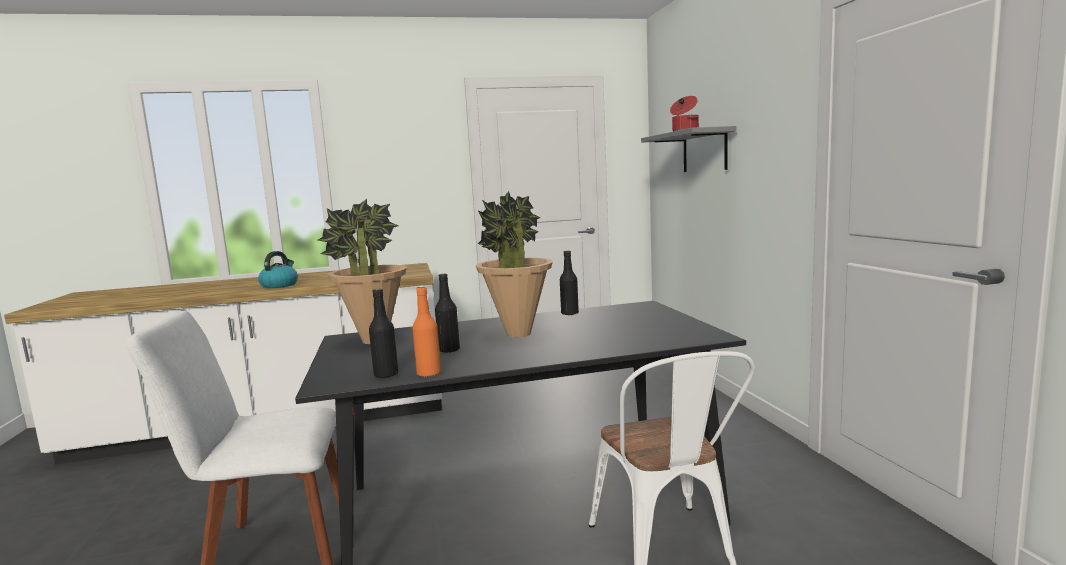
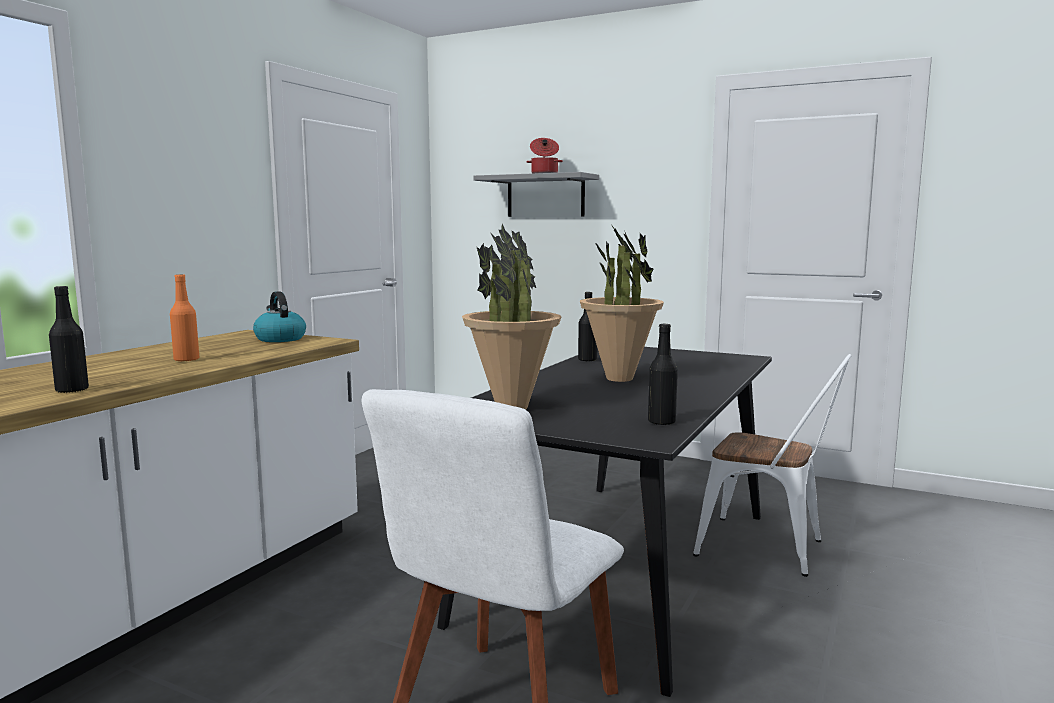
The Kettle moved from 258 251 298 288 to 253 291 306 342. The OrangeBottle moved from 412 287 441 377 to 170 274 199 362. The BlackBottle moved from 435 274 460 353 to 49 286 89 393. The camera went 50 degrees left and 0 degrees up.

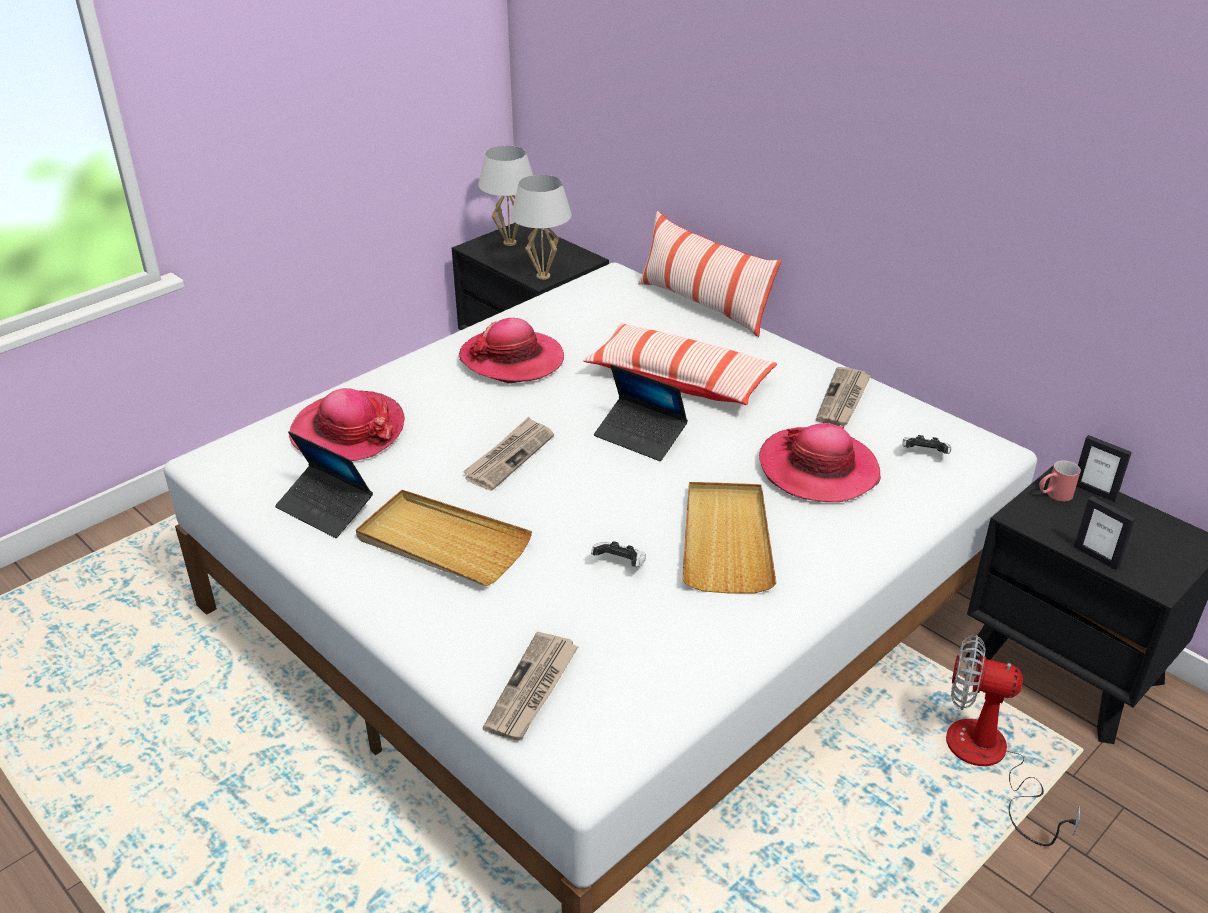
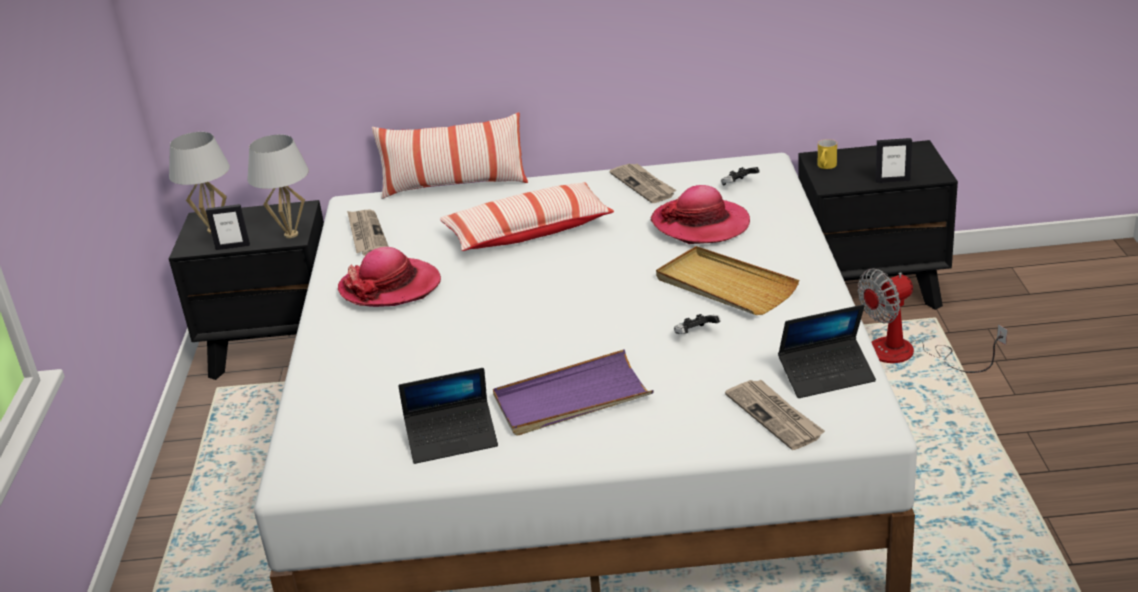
The Hat at 289 388 405 461 disappeared. The Newspaper moved from 463 417 554 491 to 347 210 389 256. The Laptop moved from 594 364 688 461 to 778 305 876 398. The PictureFrame moved from 1076 435 1132 502 to 206 204 250 250. The BeigeTray at 356 490 532 586 became the PurpleTray at 493 349 654 436. The RedMug at 1039 460 1081 502 became the YellowMug at 818 139 837 169. The camera went 45 degrees left and 5 degrees down.

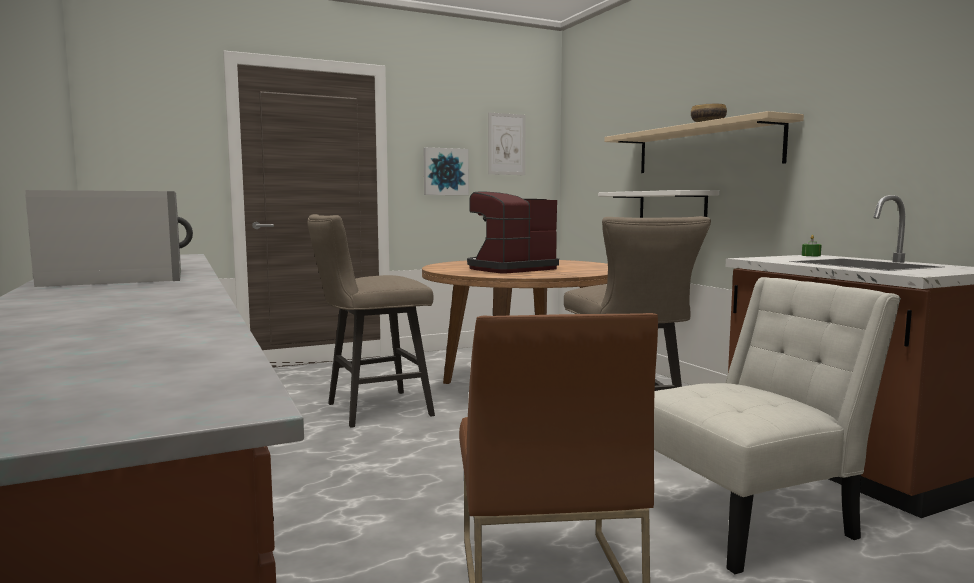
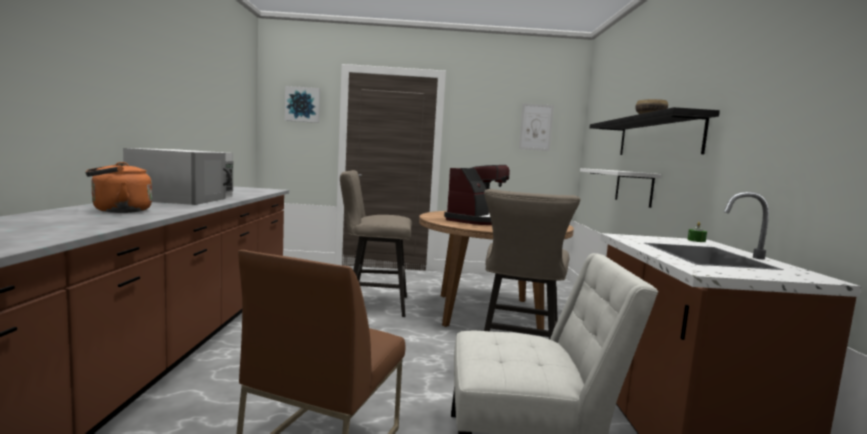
The OrangeKettle at 86 162 152 213 appeared. The Picture moved from 424 147 469 195 to 285 86 320 123. The BeigeShelf at 604 111 804 173 became the BlackShelf at 590 107 720 155. The CoffeeMachine at 467 191 559 273 turned 135 degrees clockwise. The camera went 25 degrees right and 0 degrees up.

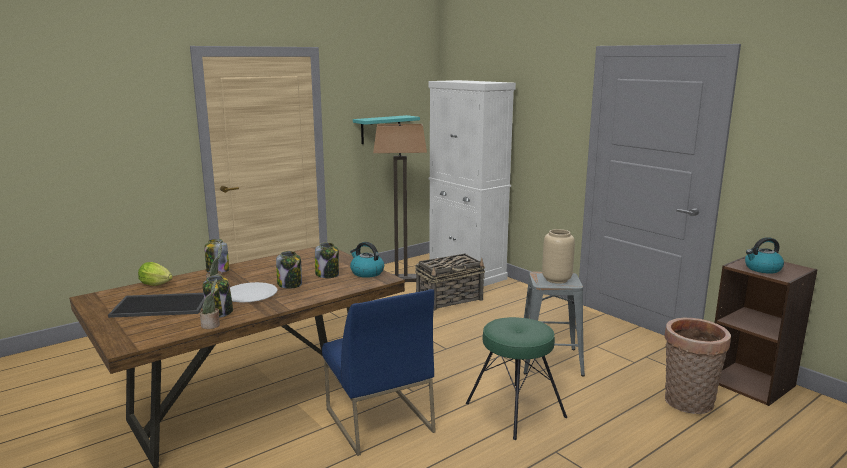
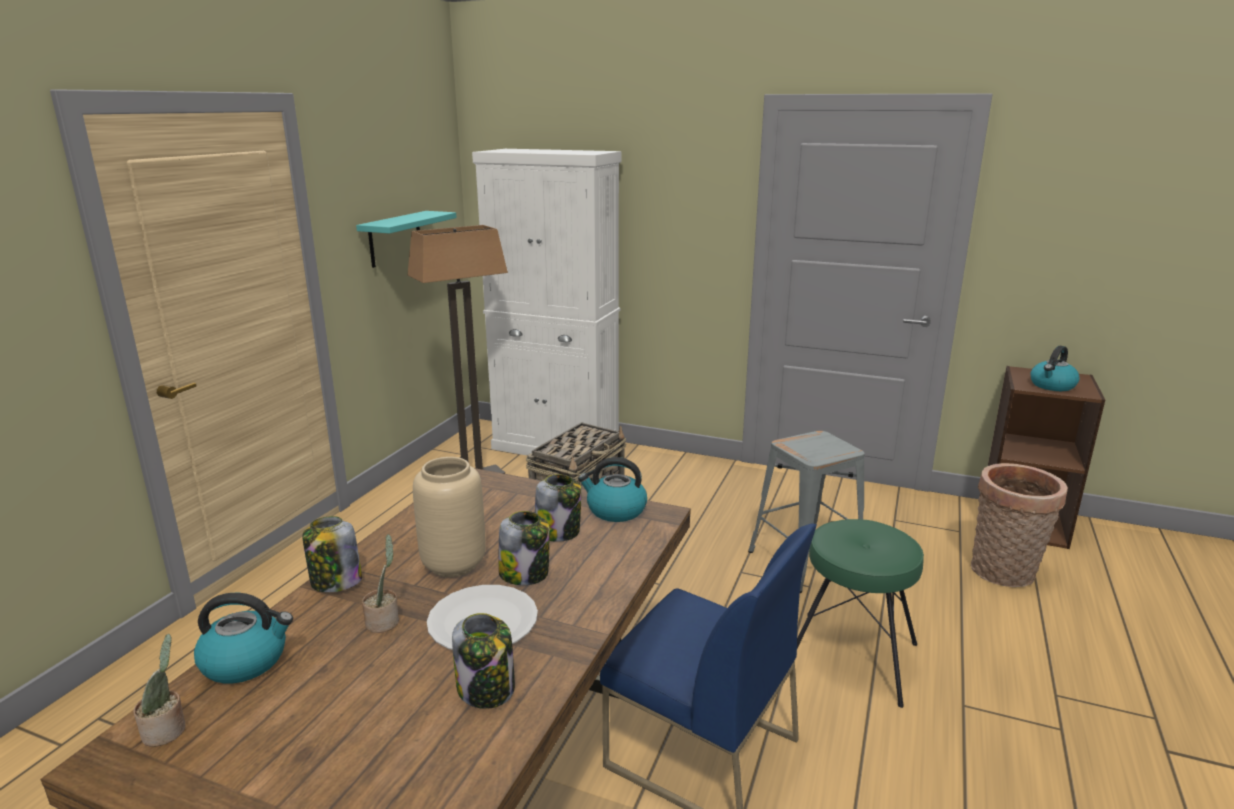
The Tray at 108 293 205 318 disappeared. The PottedPlant moved from 200 279 220 329 to 134 634 186 747. The BeigeVase moved from 542 229 575 284 to 413 457 486 577. The Lettuce at 138 262 173 286 was replaced by the Kettle at 194 593 293 683. The camera went 30 degrees left and 5 degrees up.

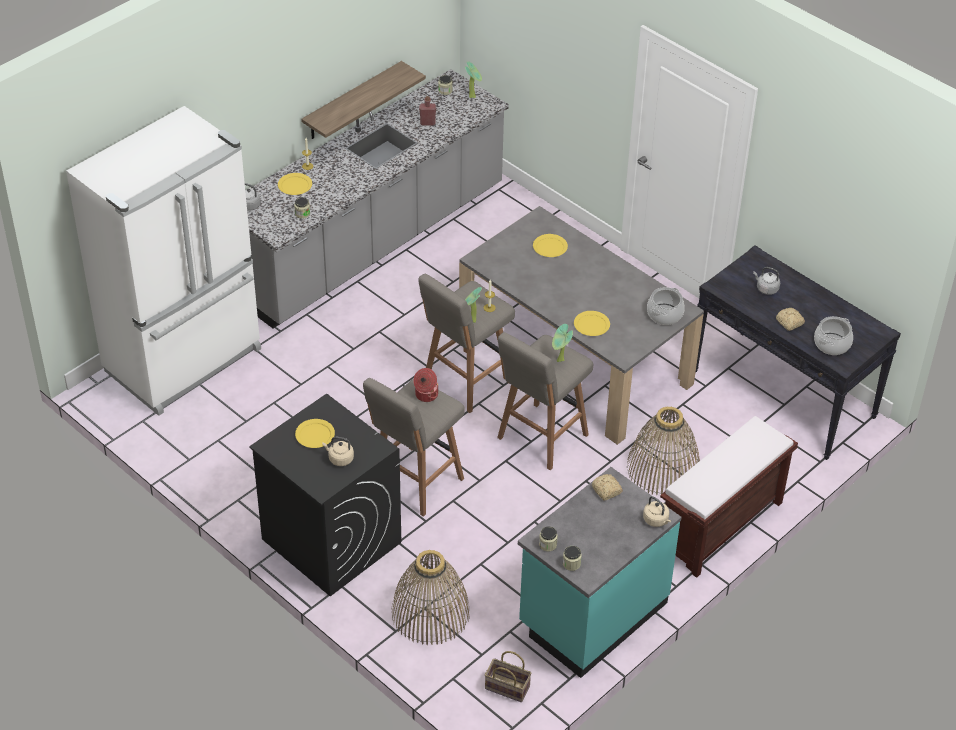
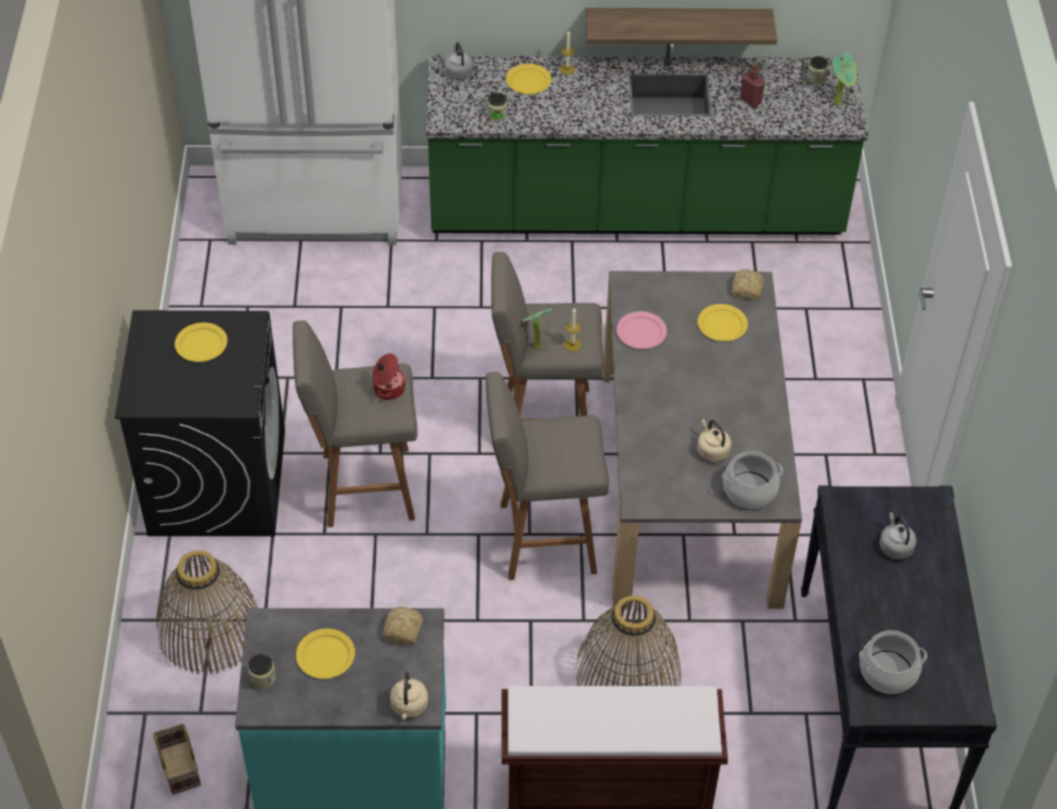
The Jar at 539 526 558 551 disappeared. The PottedPlant at 552 324 573 362 disappeared. The PinkPlate at 616 311 667 349 appeared. The BeigeKettle moved from 322 436 354 466 to 697 419 731 462. The YellowPlate moved from 574 311 610 336 to 296 629 355 679. The Bread moved from 776 308 805 331 to 732 269 764 300. The GreyCounter at 247 69 509 329 became the GreenCounter at 426 44 868 235. The camera went 45 degrees right and 5 degrees up.

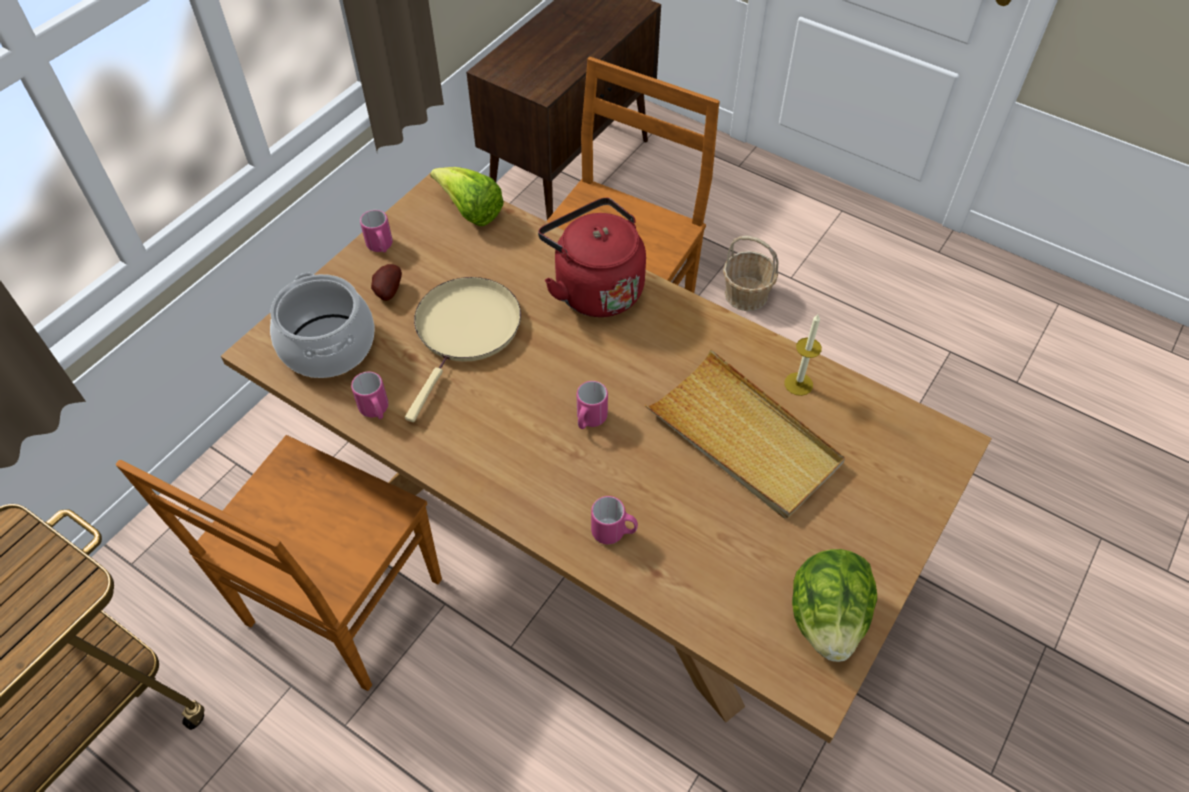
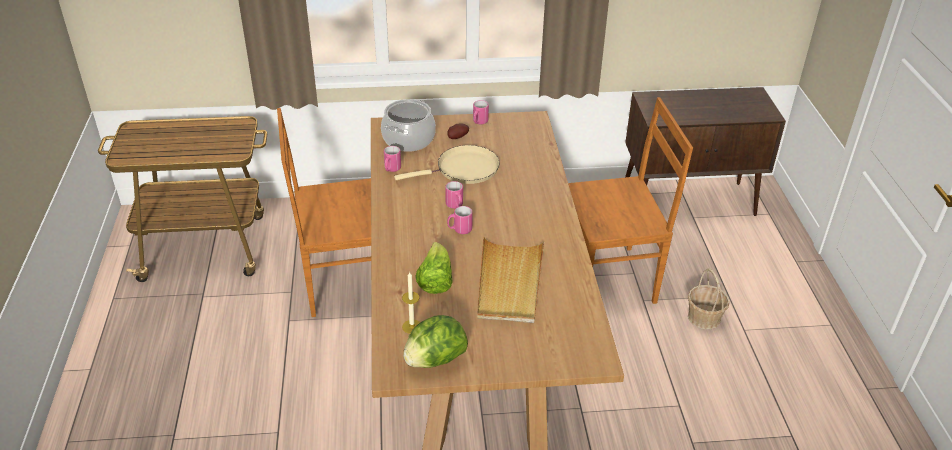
The RedKettle at 538 198 646 317 disappeared. The Lettuce moved from 430 167 504 226 to 415 242 453 294. The PinkMug moved from 591 496 638 544 to 445 181 463 209. The Candle moved from 784 314 822 396 to 402 271 420 334. The camera went 50 degrees right and 15 degrees down.

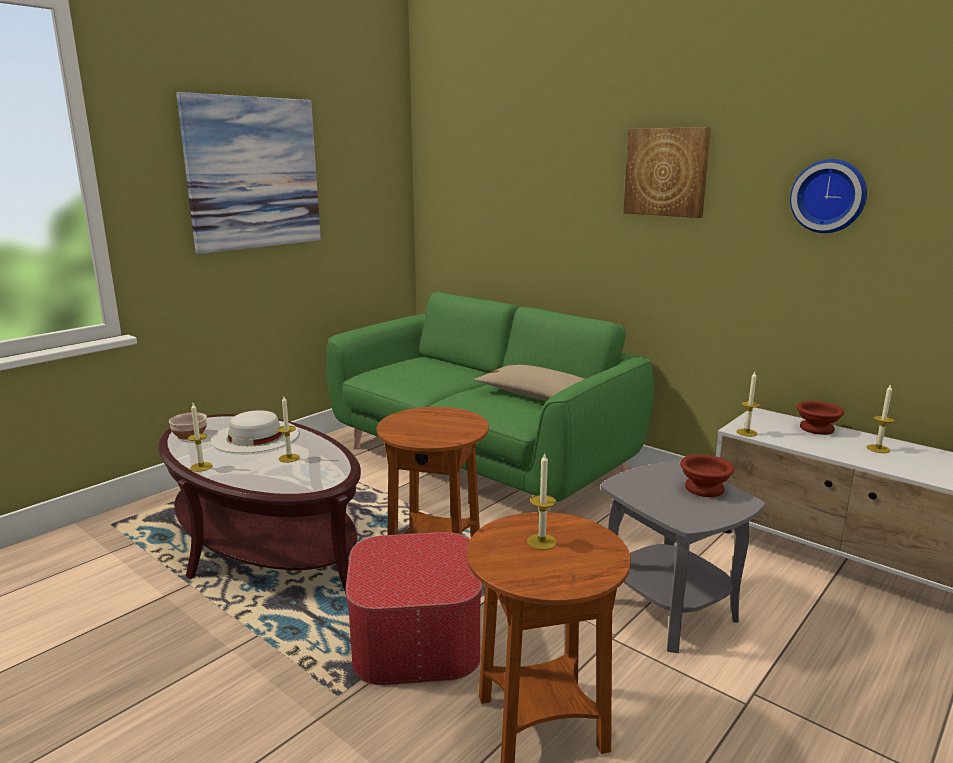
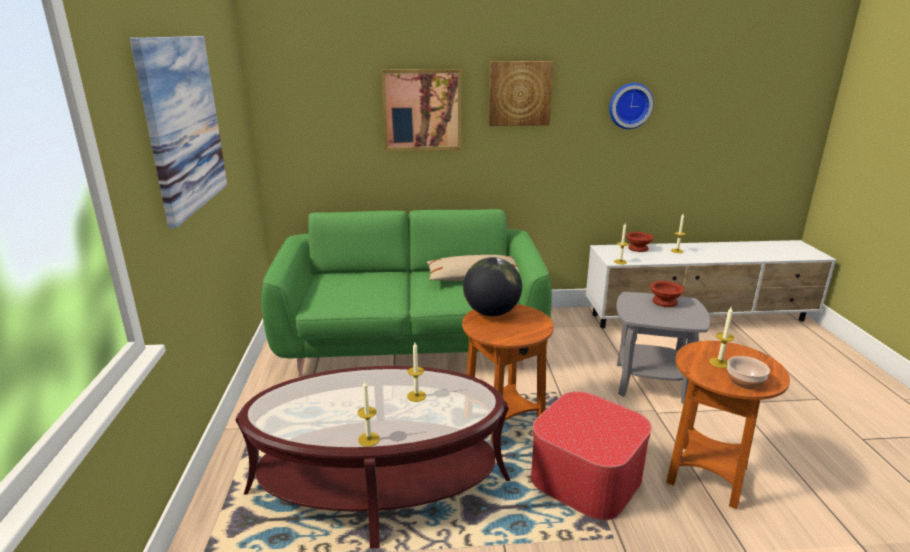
The WhiteHat at 211 410 299 453 disappeared. The Picture at 381 69 461 151 appeared. The Globe at 463 257 522 316 appeared. The Bowl moved from 169 413 207 439 to 727 356 770 389. The camera went 45 degrees left and 5 degrees up.

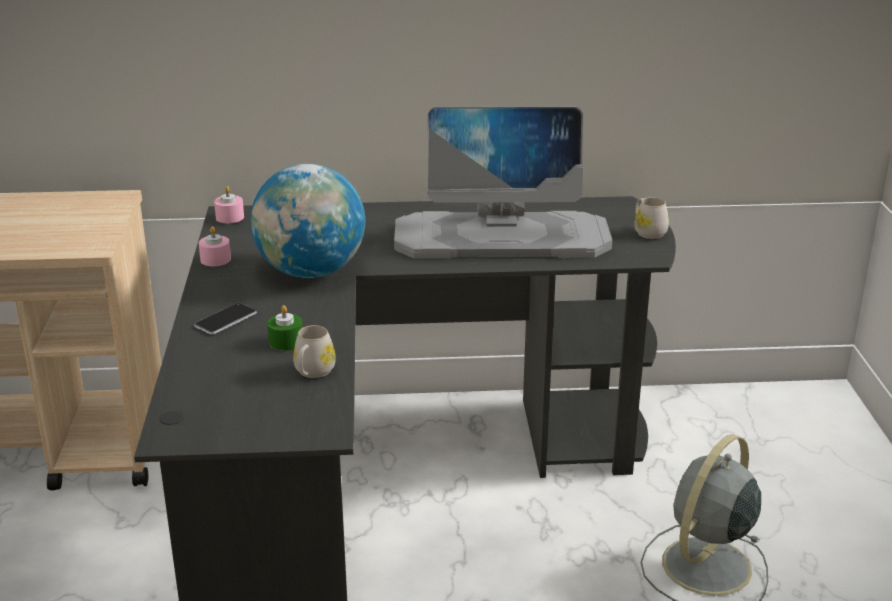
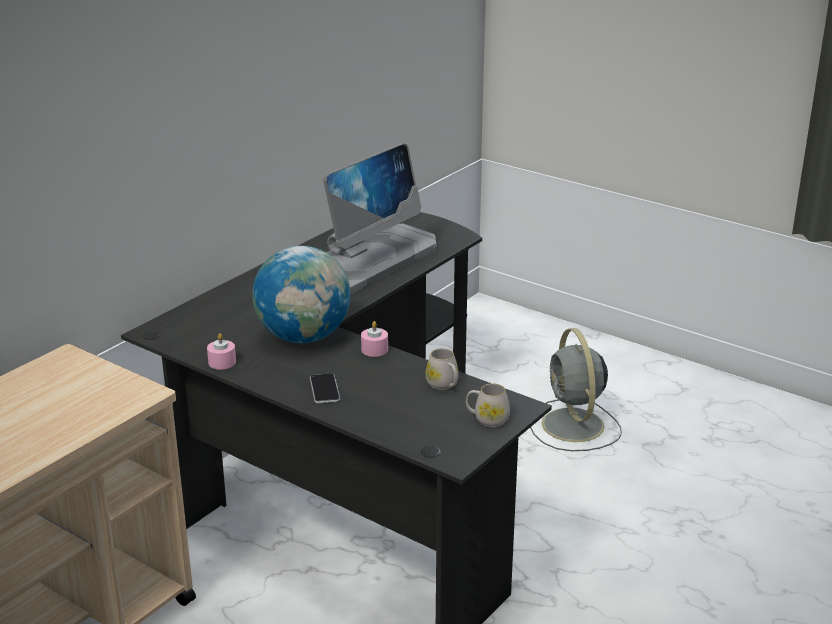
The GreenCandle at 267 305 303 351 disappeared. The PinkCandle moved from 214 186 244 223 to 361 321 388 357. The WhiteMug moved from 635 197 669 239 to 466 383 510 427. The camera went 50 degrees left and 0 degrees up.

